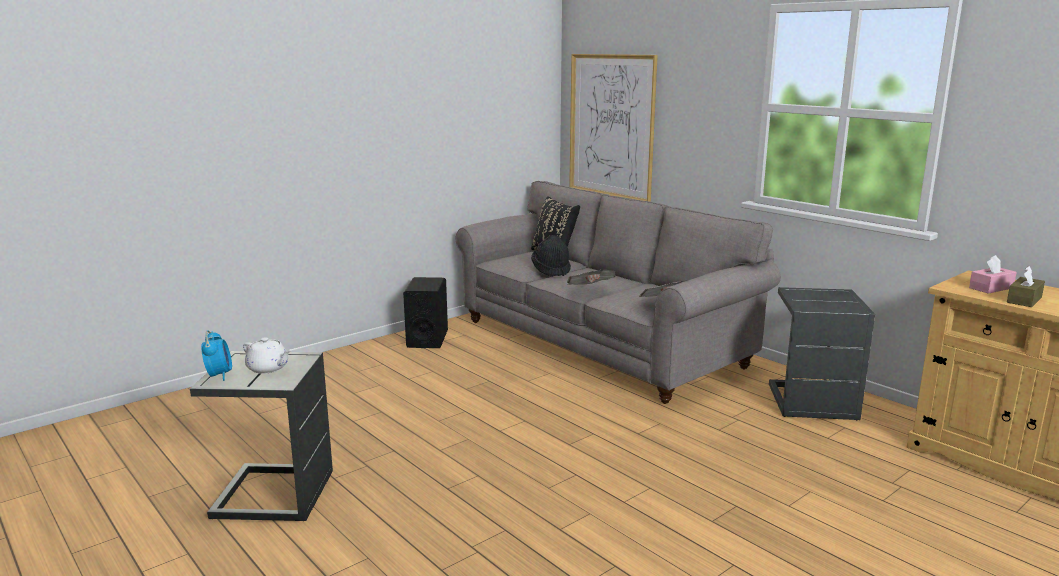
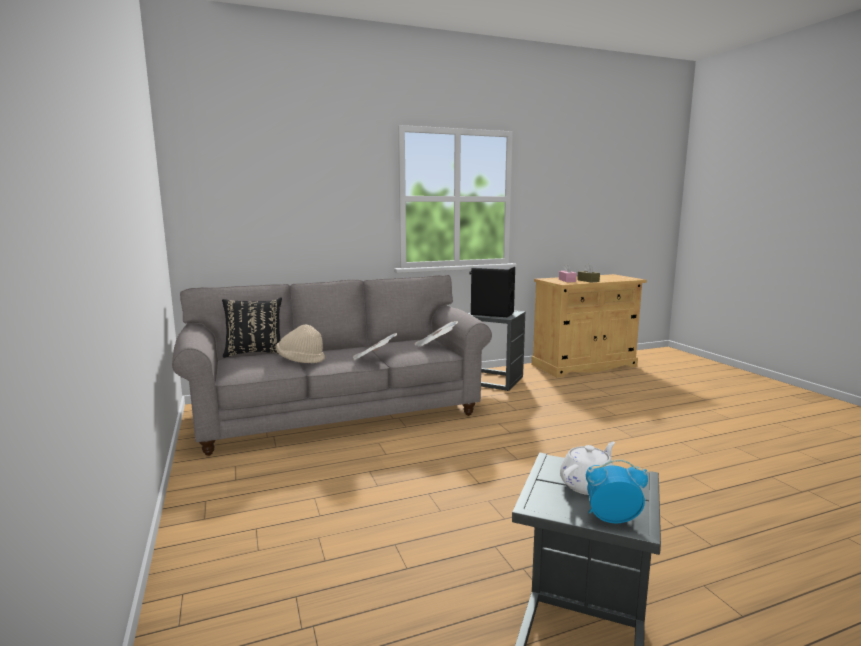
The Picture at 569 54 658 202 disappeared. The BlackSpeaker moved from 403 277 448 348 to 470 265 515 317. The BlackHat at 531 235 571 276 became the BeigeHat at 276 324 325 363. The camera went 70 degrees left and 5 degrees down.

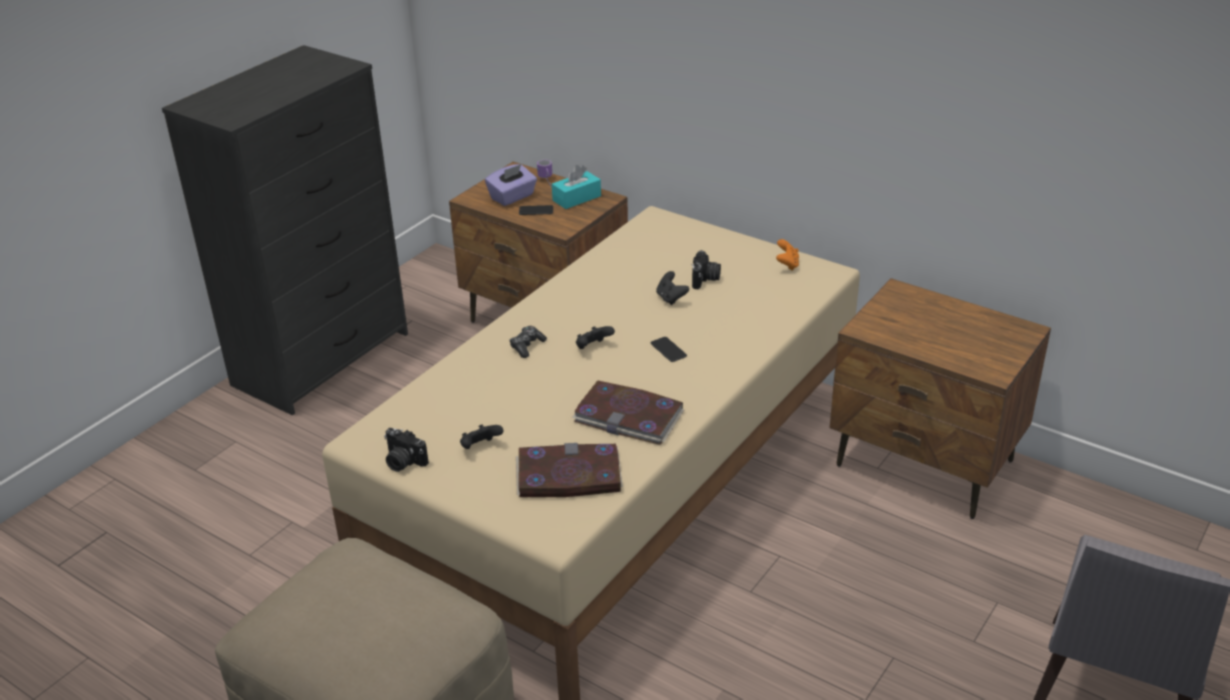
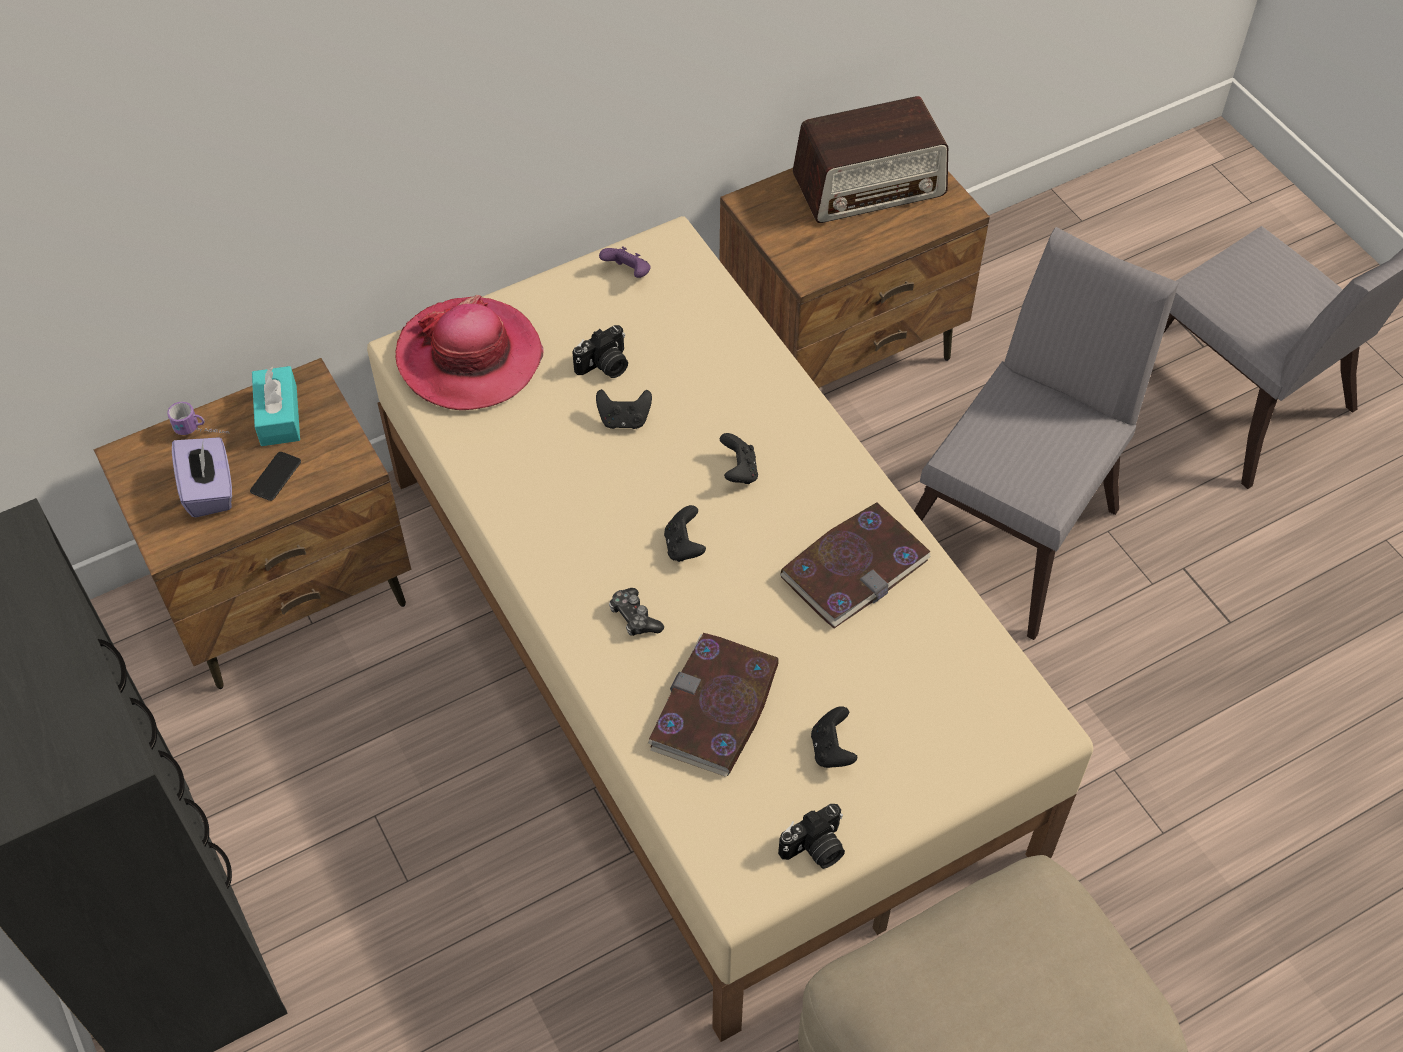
The Hat at 395 295 544 410 appeared. The Radio at 792 96 948 223 appeared. The GreyChair at 914 227 1179 640 appeared. The Book moved from 516 443 623 497 to 648 633 779 777. The Phone at 651 337 687 362 was replaced by the BlackGameController at 720 433 758 484. The OrangeGameController at 776 239 799 271 became the PurpleGameController at 599 247 651 278. The PhotoCamera at 692 250 721 289 turned 105 degrees clockwise. The camera went 65 degrees left and 20 degrees up.

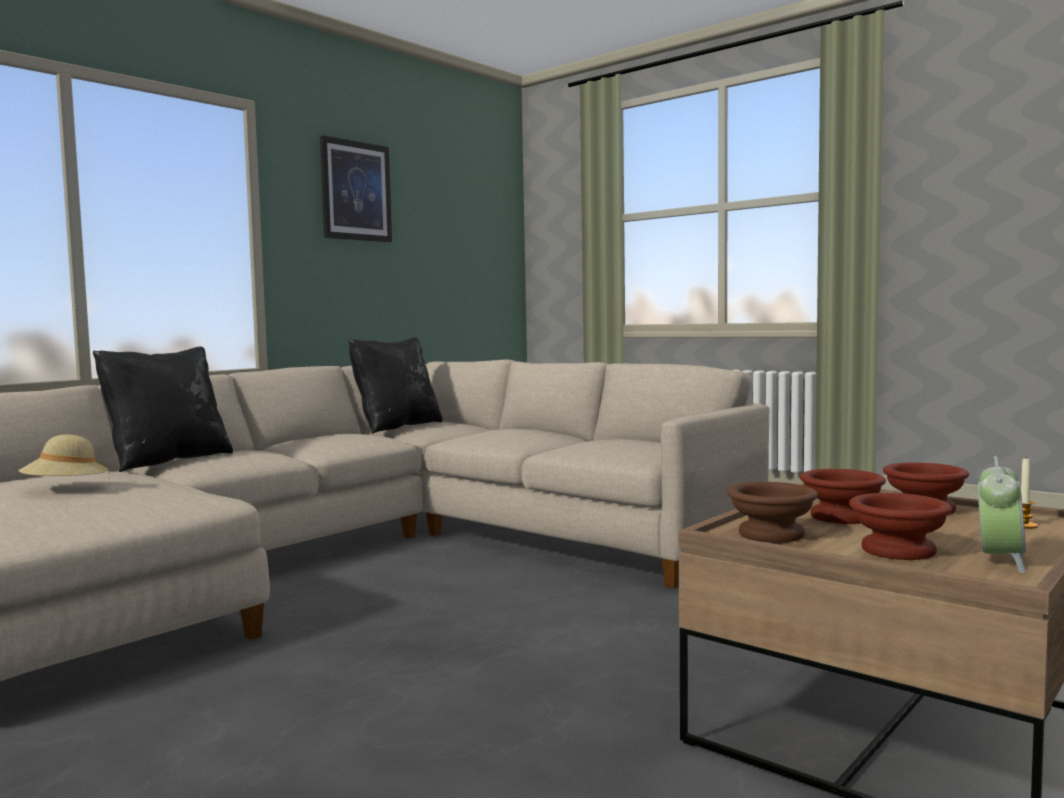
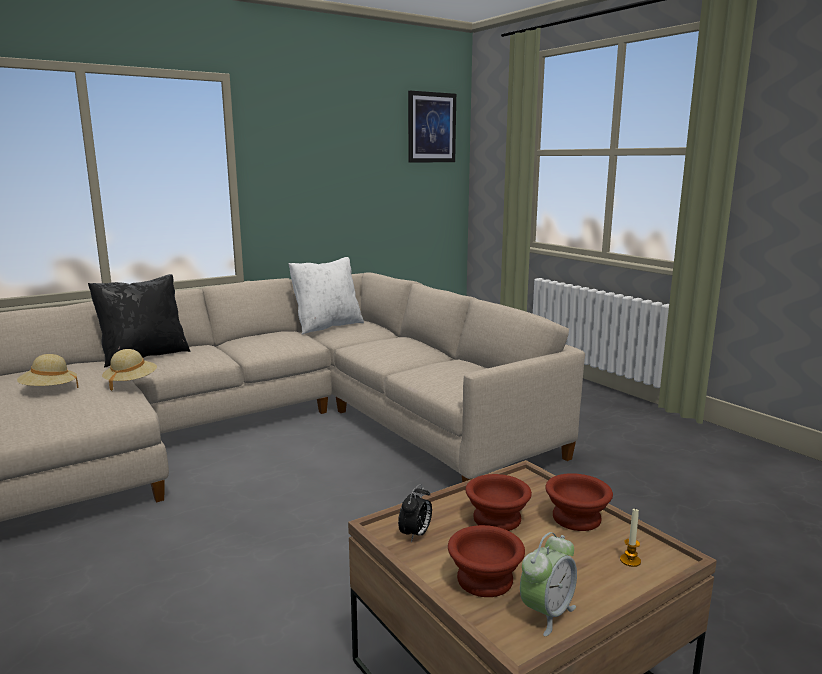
The BeigeHat at 102 349 157 391 appeared. The Picture moved from 320 135 392 242 to 408 91 456 162. The BrownBowl at 727 482 818 543 was replaced by the AlarmClock at 398 484 432 542. The BlackPillow at 348 337 443 434 became the WhitePillow at 288 257 364 335. The camera went 15 degrees right and 10 degrees up.

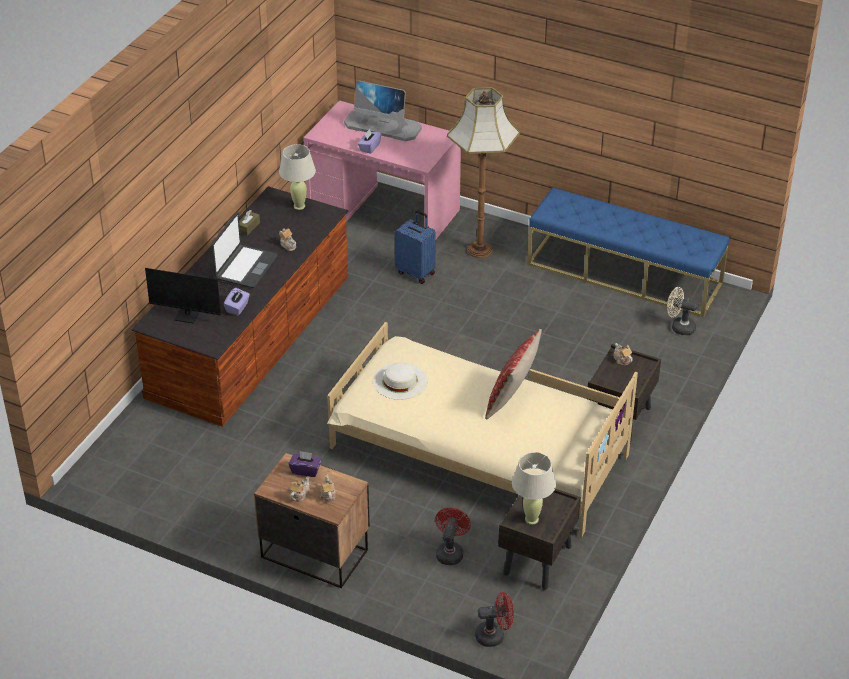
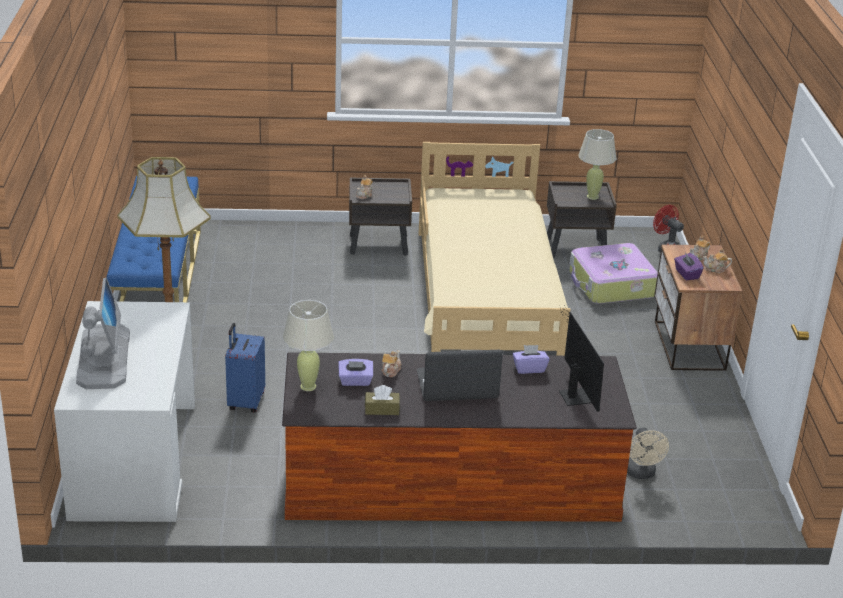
The WhiteHat at 373 362 427 400 disappeared. The Pillow at 485 329 542 419 disappeared. The PurpleTissueBox moved from 358 129 381 154 to 338 359 373 386. The BeigeFan moved from 667 287 698 335 to 627 427 669 479. The RedFan at 435 508 471 565 was replaced by the Suitcase at 569 243 658 304. The PinkDesk at 304 100 461 239 became the WhiteDesk at 54 301 195 522. The camera went 120 degrees left and 10 degrees down.

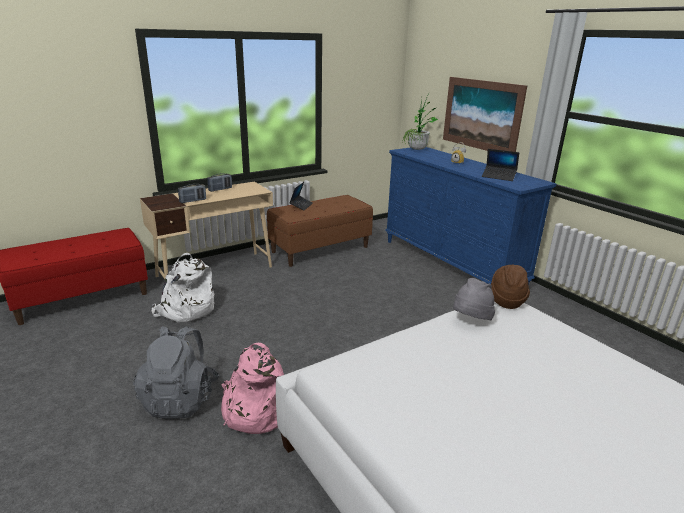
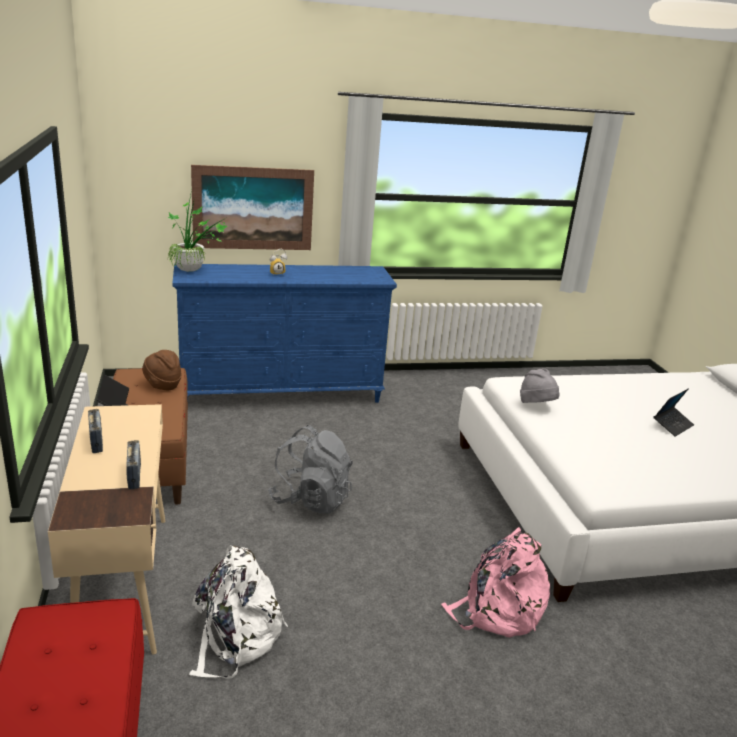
The GreyBackpack moved from 133 326 219 419 to 268 425 353 513. The Laptop moved from 482 149 519 181 to 653 389 694 437. The BrownHat moved from 491 265 530 309 to 142 350 182 390. The camera went 70 degrees left and 0 degrees up.

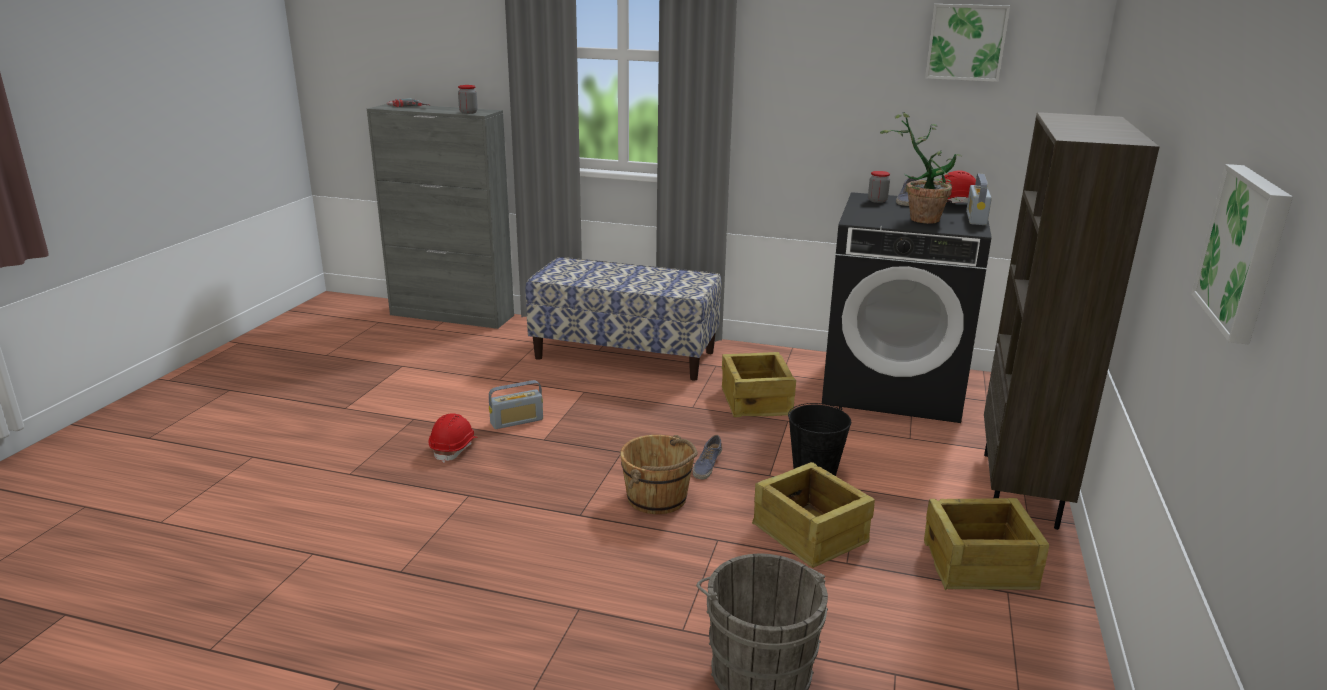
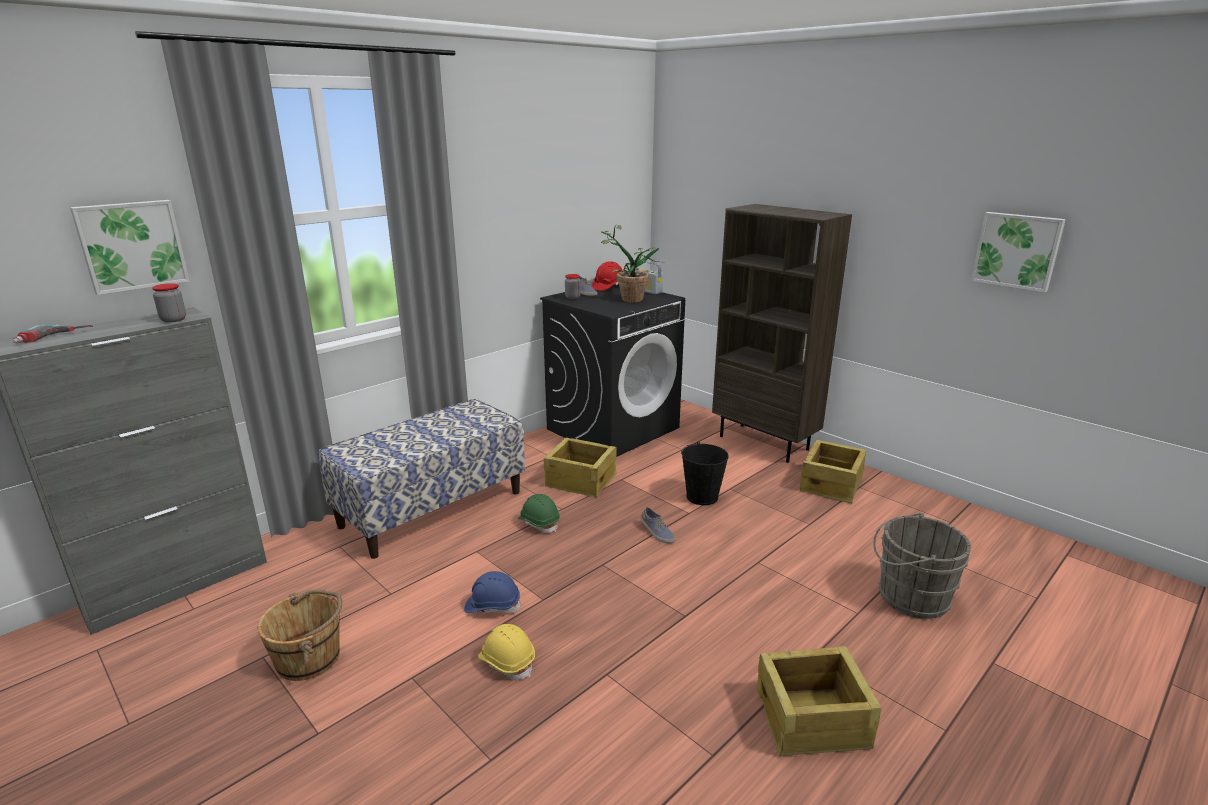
The GreenHardHat at 517 494 560 533 appeared. The BrownBucket moved from 620 435 698 514 to 258 589 342 681. The Crate moved from 752 462 875 568 to 757 646 881 757. The Picture moved from 925 4 1010 82 to 70 200 190 295. The Radio at 489 380 543 429 was replaced by the BlueHardHat at 464 571 521 614. The RedHardHat at 428 413 477 463 became the YellowHardHat at 478 624 535 680. The camera went 60 degrees left and 0 degrees up.

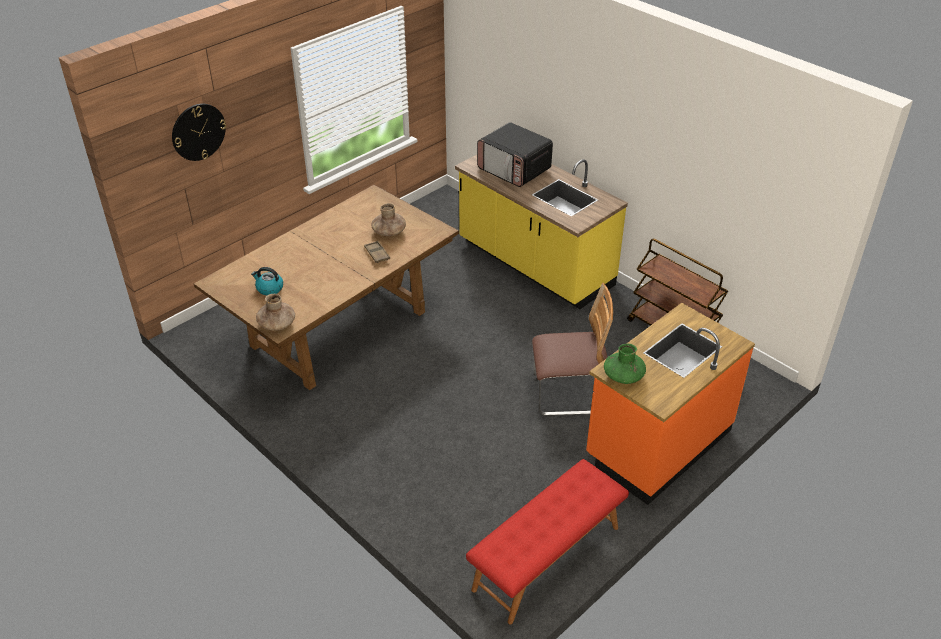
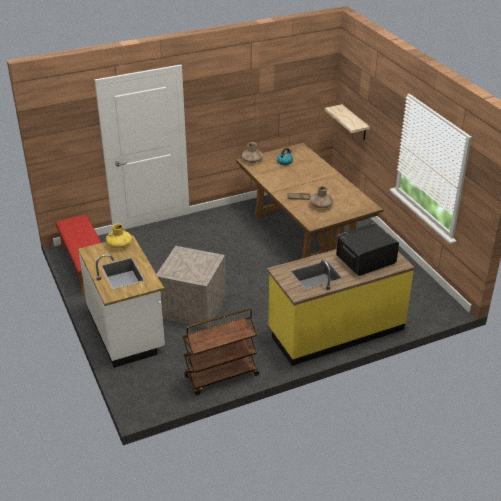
The WallClock at 172 104 226 161 disappeared. The Shelf at 324 104 370 140 appeared. The Chair at 532 283 613 416 was replaced by the Crate at 156 246 226 328. The OrangeCounter at 586 303 755 505 became the WhiteCounter at 78 235 165 368. The GreenVase at 604 344 646 384 became the YellowVase at 106 223 132 248. The camera went 110 degrees right and 5 degrees down.

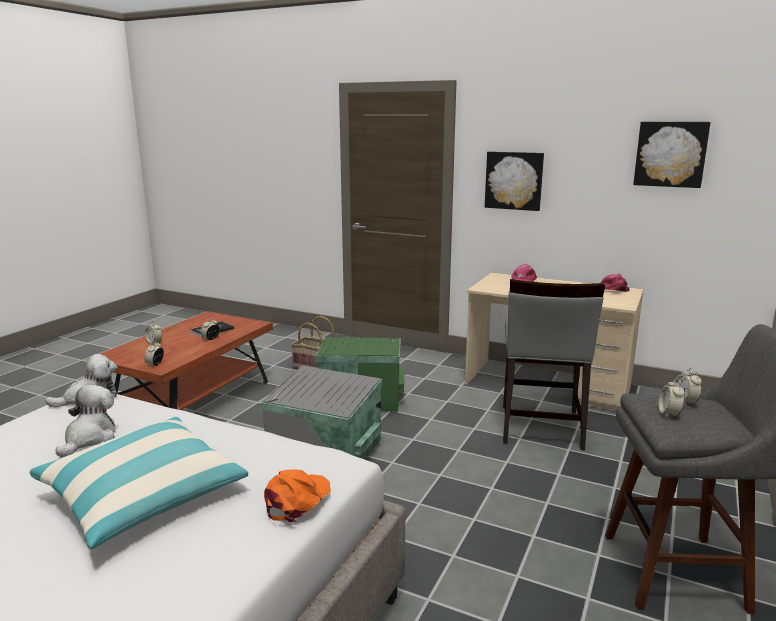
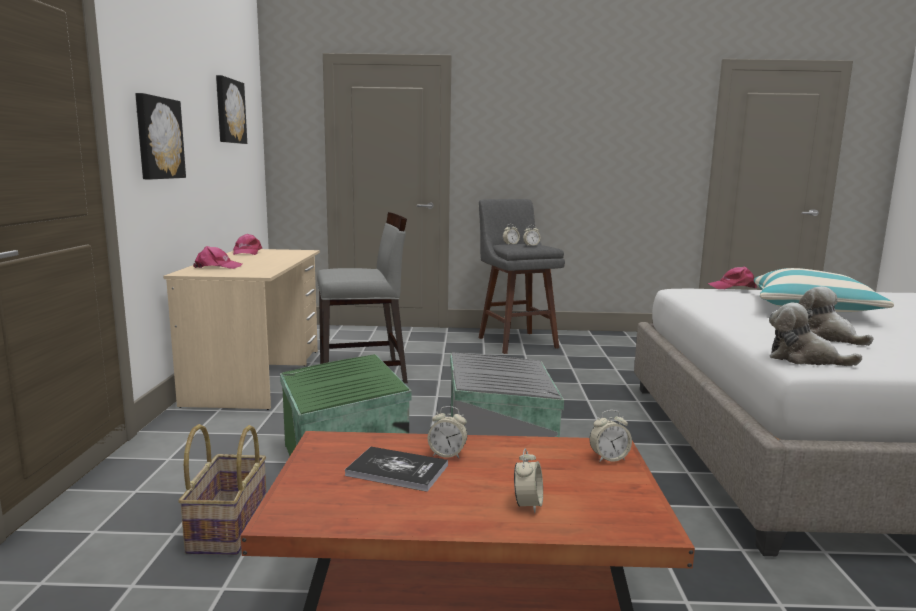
The OrangeCap at 264 469 331 522 became the PinkCap at 708 267 757 289. The PlushToy at 56 385 116 458 turned 75 degrees clockwise. The camera went 115 degrees left and 5 degrees down.

